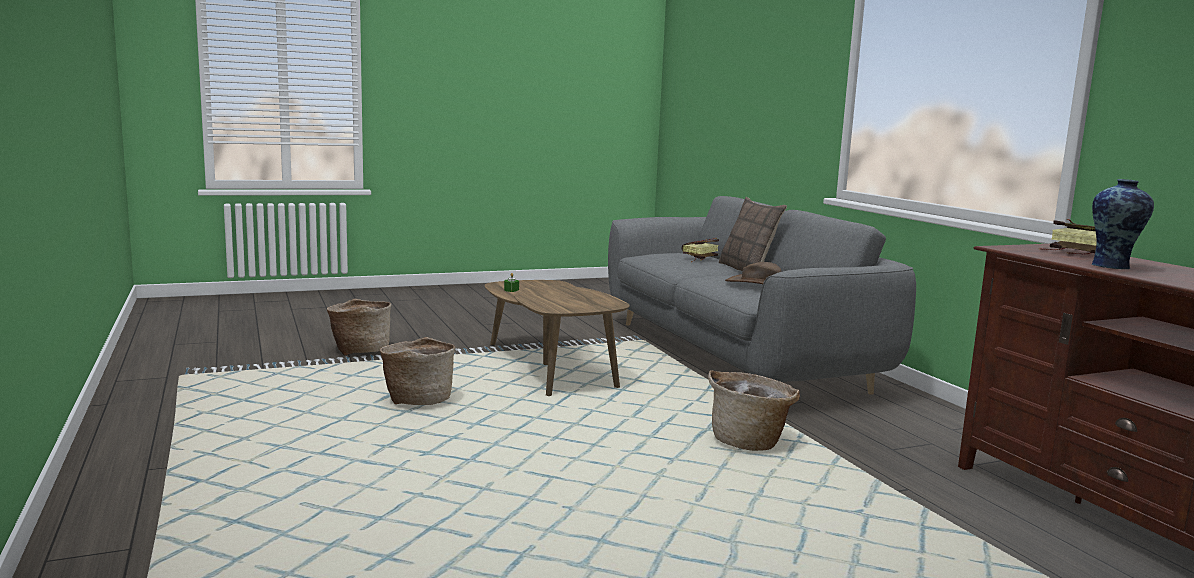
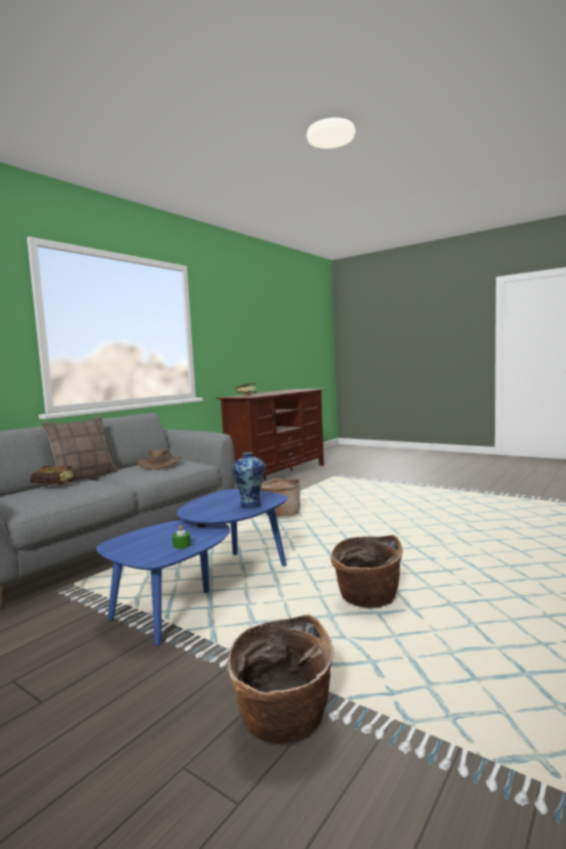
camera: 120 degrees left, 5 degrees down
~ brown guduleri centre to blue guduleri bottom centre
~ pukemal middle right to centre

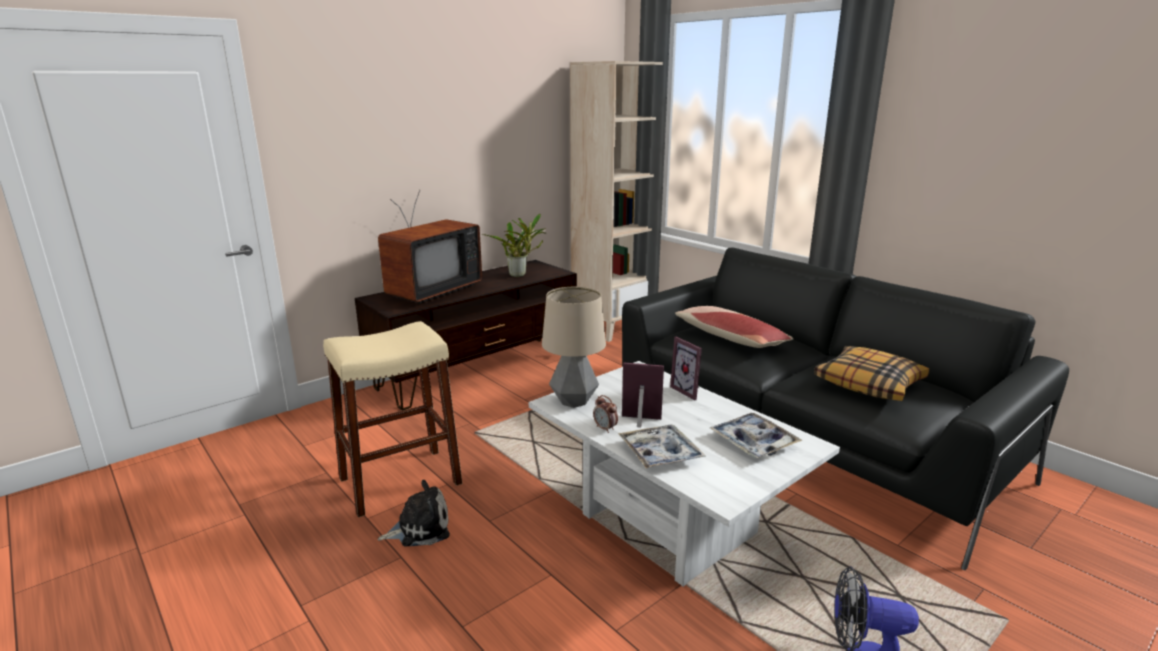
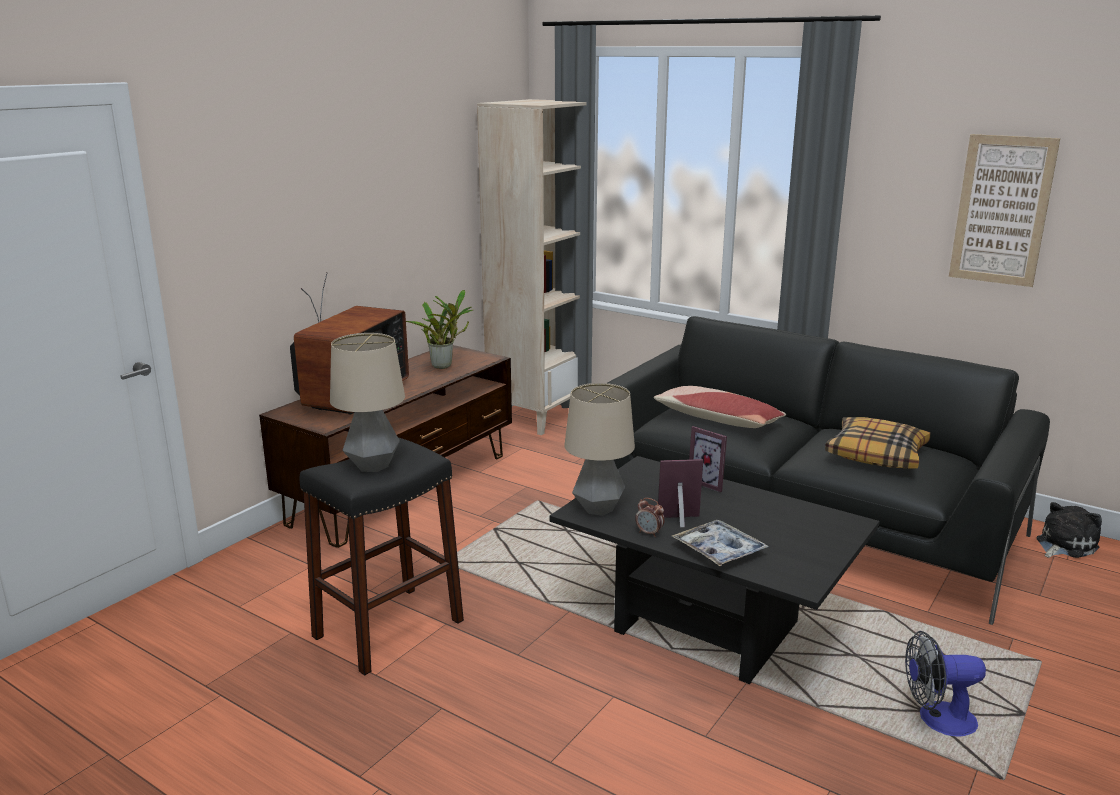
camera: 15 degrees left, 0 degrees up
~ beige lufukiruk centre to black lufukiruk bottom centre
+ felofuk (1st from left) middle left
~ white guduleri bottom centre to black guduleri bottom centre
+ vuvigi top right
~ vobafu bottom centre to bottom right
- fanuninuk (2nd from left) bottom centre

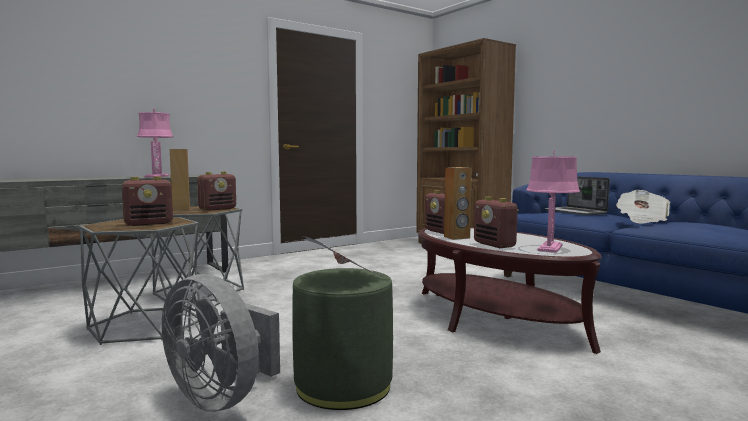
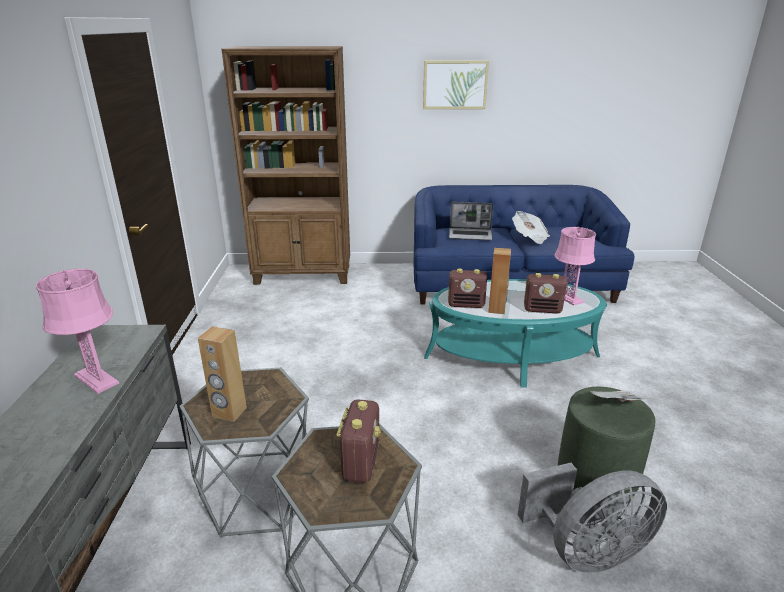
camera: 55 degrees left, 20 degrees up
+ vuvigi top centre
~ brown guduleri bottom right to turquoise guduleri centre
- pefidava (2nd from left) middle left

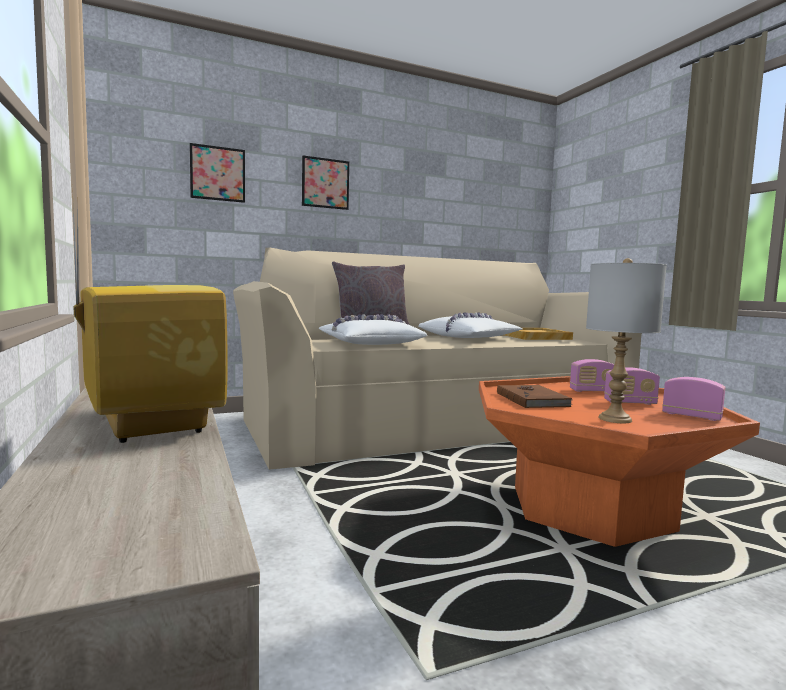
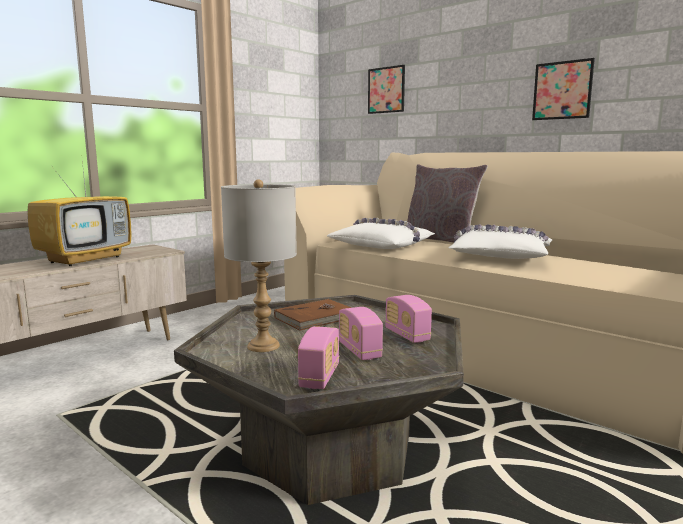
camera: 65 degrees right, 5 degrees up
~ orange guduleri bottom right to grey guduleri bottom centre
~ vuvigi (2nd from left) top centre to top right
- beige fanuninuk middle right

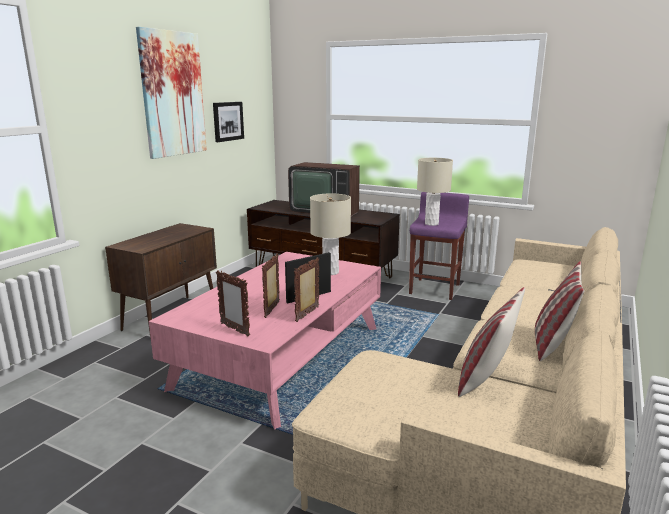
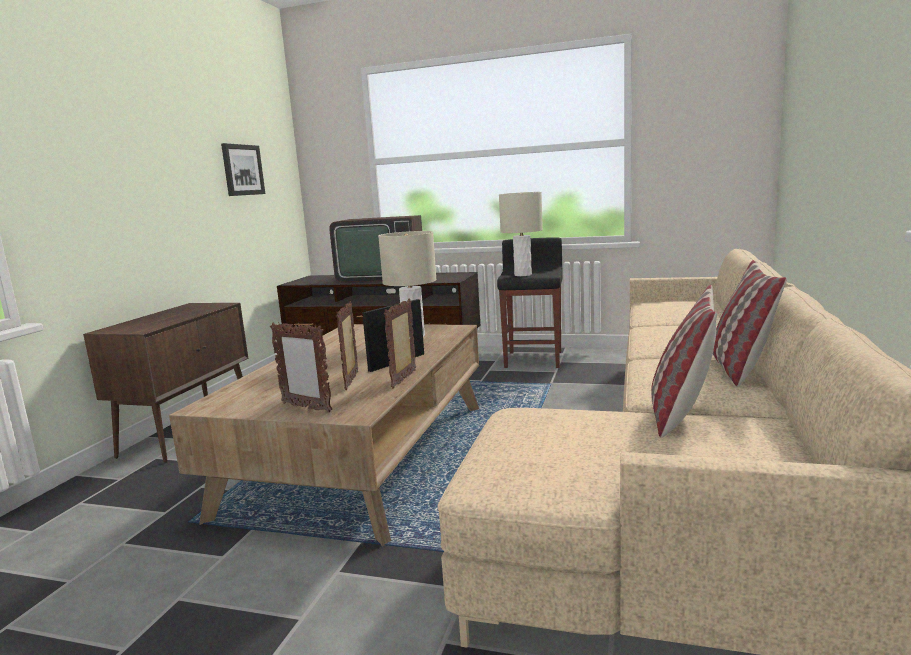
camera: 10 degrees left, 5 degrees down
~ pink guduleri centre to brown guduleri centre
~ purple lufukiruk centre to black lufukiruk centre
- vuvigi (1st from left) top left

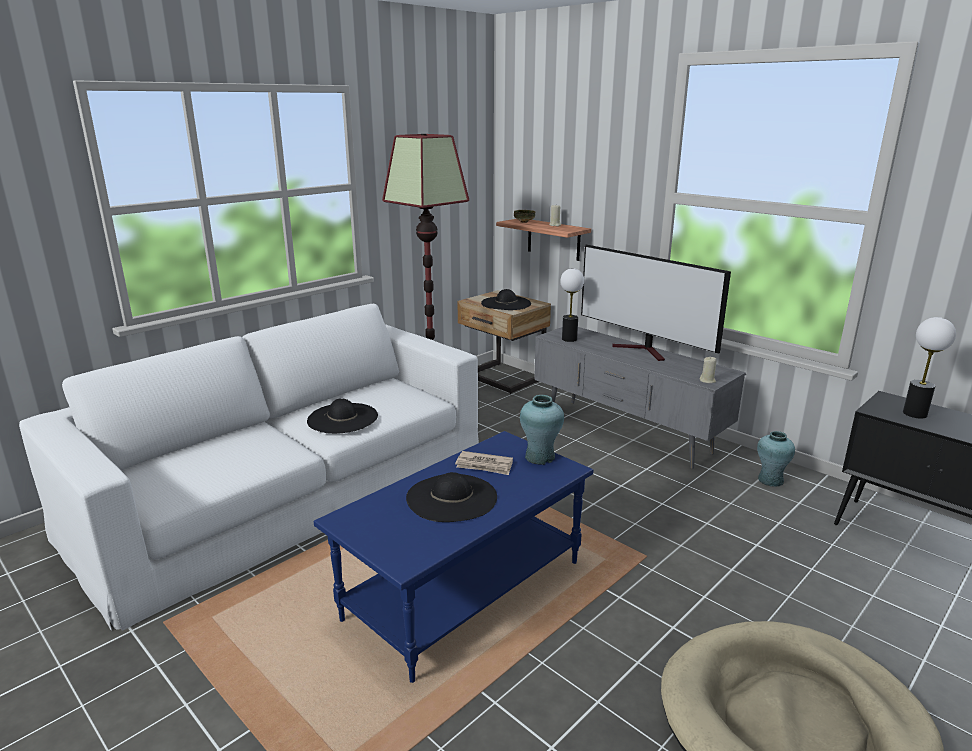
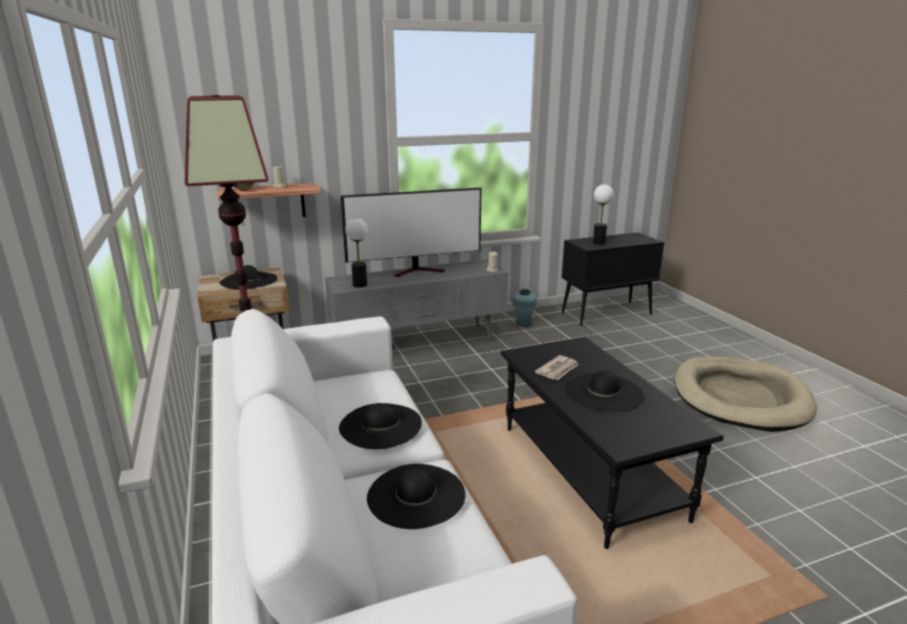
camera: 65 degrees left, 0 degrees up
+ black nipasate (3rd from left) bottom centre
~ blue guduleri bottom centre to black guduleri bottom right
- turquoise pukemal (1st from left) centre

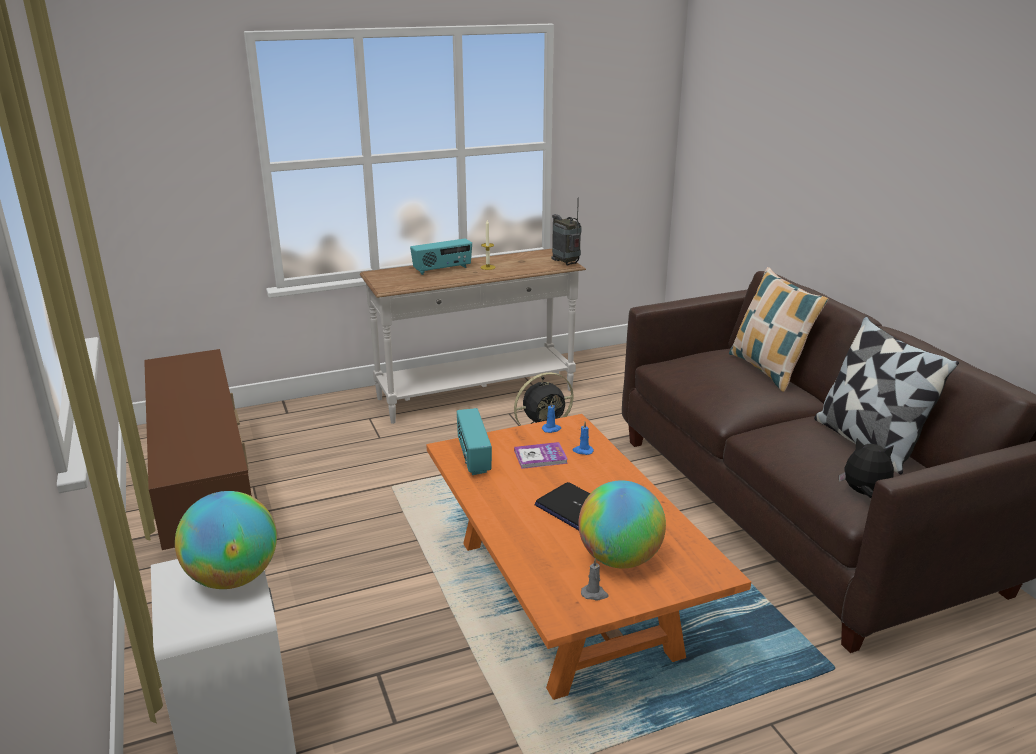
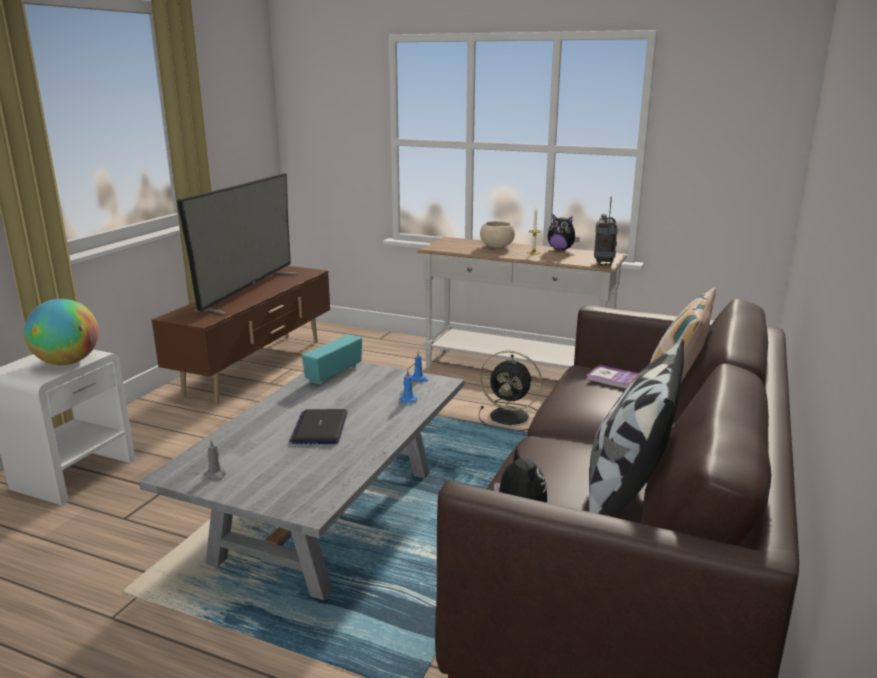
camera: 45 degrees right, 5 degrees down
~ orange guduleri bottom centre to grey guduleri bottom centre
+ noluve middle left
~ pefidava (1st from left) centre to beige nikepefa centre
+ vobafu (2nd from left) centre
~ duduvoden centre to middle right
- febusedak (2nd from left) bottom centre

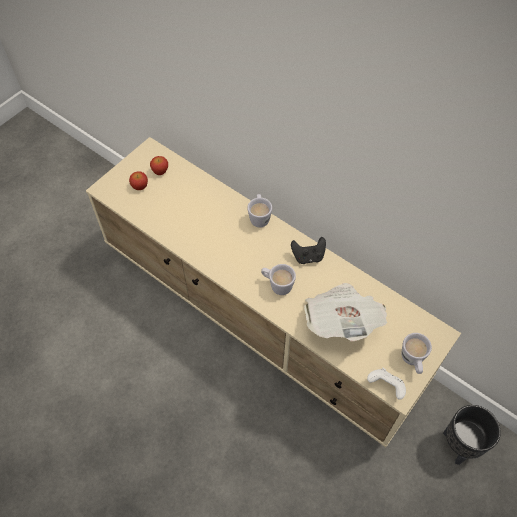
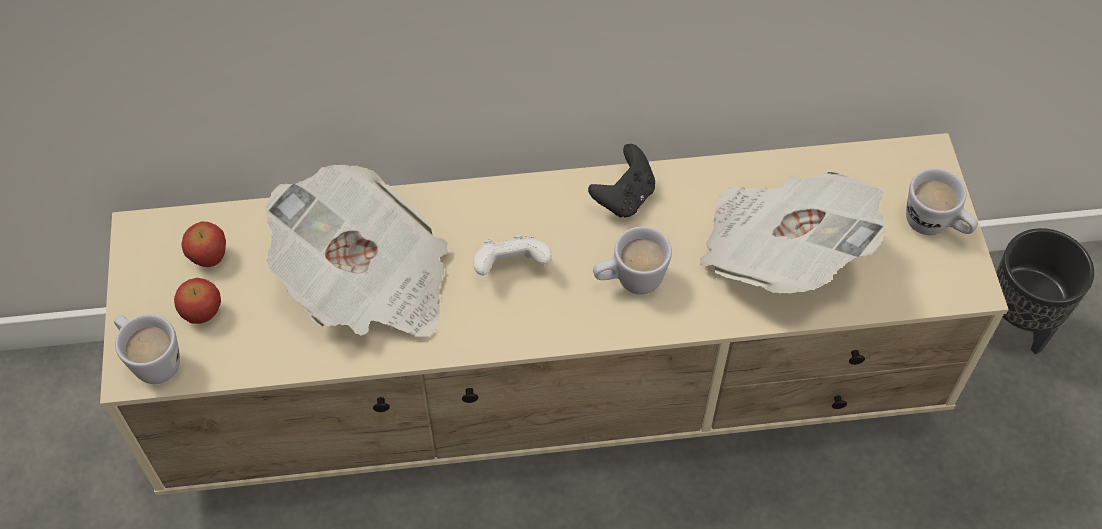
camera: 45 degrees left, 0 degrees up
~ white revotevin (1st from left) centre to middle left
+ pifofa (1st from left) middle left
~ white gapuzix bottom right to centre

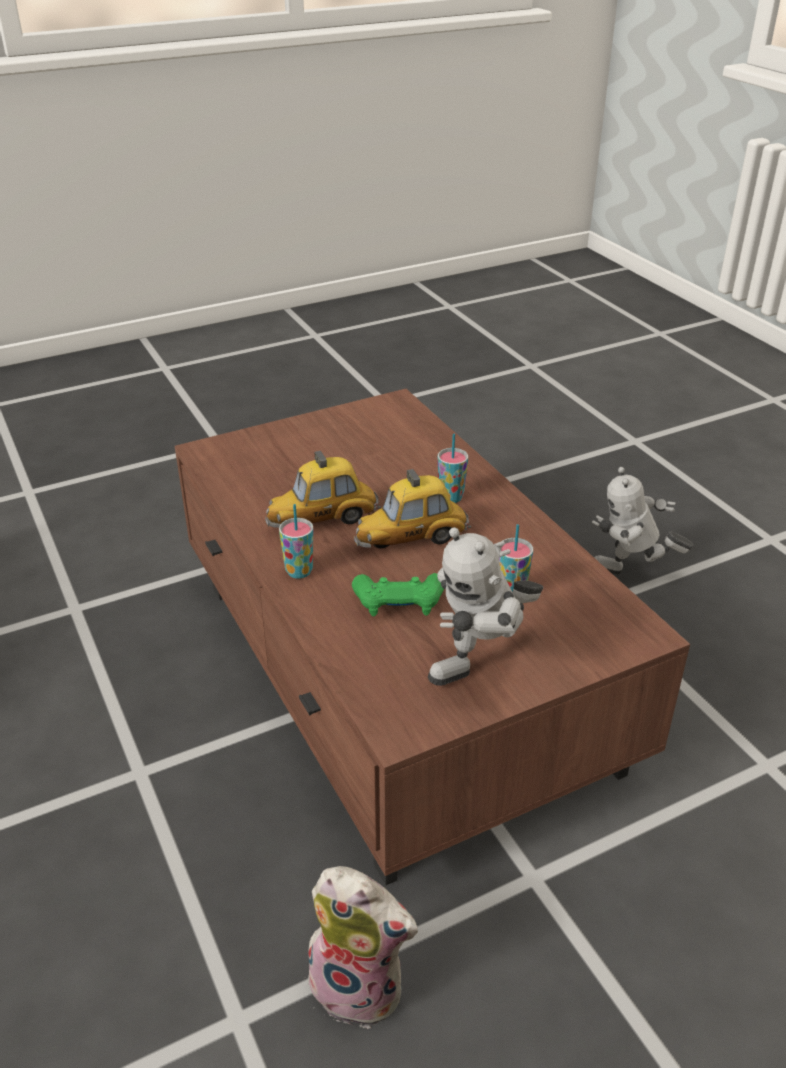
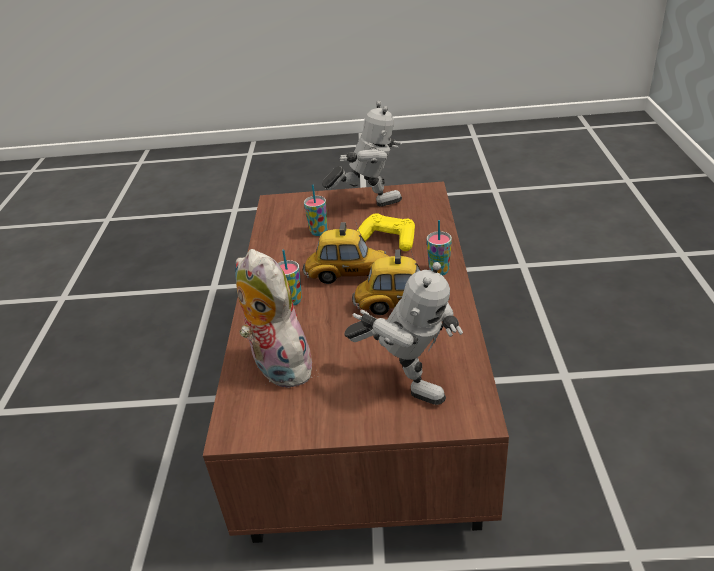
camera: 150 degrees left, 0 degrees up
~ vobafu bottom centre to centre
~ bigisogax (2nd from left) middle right to centre
~ green gapuzix centre to yellow gapuzix centre

